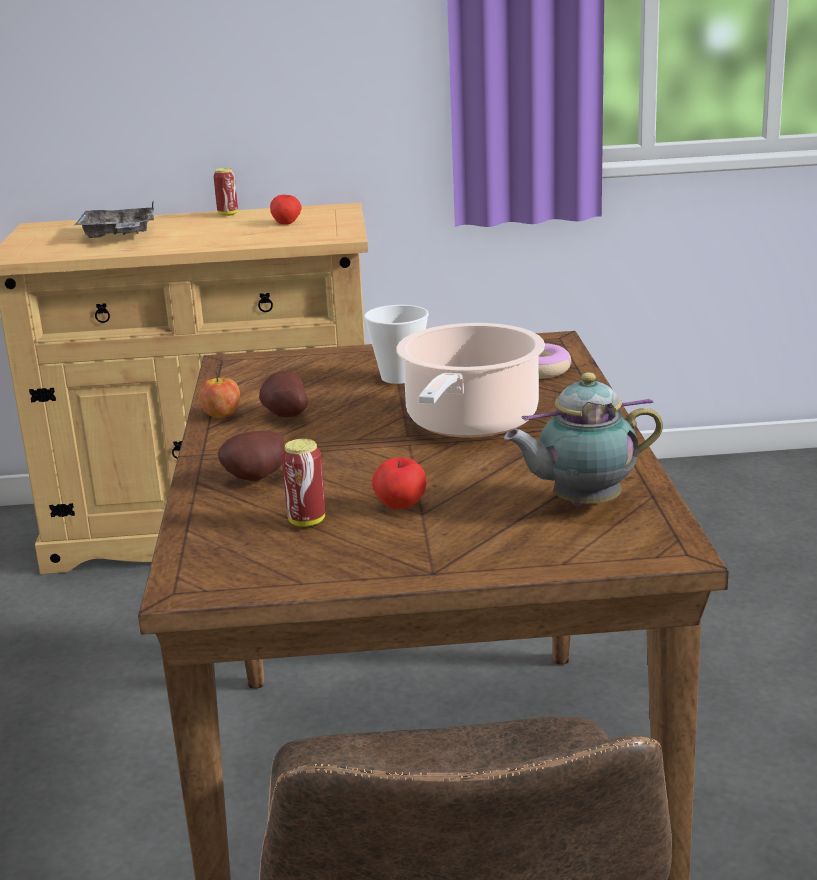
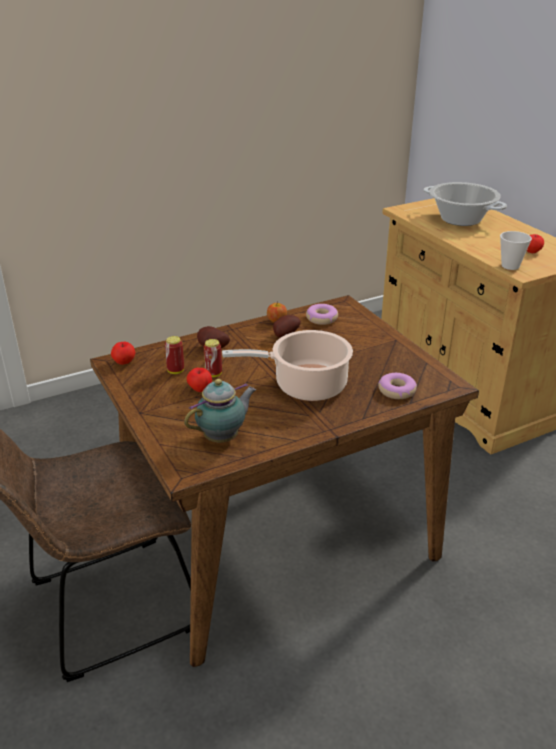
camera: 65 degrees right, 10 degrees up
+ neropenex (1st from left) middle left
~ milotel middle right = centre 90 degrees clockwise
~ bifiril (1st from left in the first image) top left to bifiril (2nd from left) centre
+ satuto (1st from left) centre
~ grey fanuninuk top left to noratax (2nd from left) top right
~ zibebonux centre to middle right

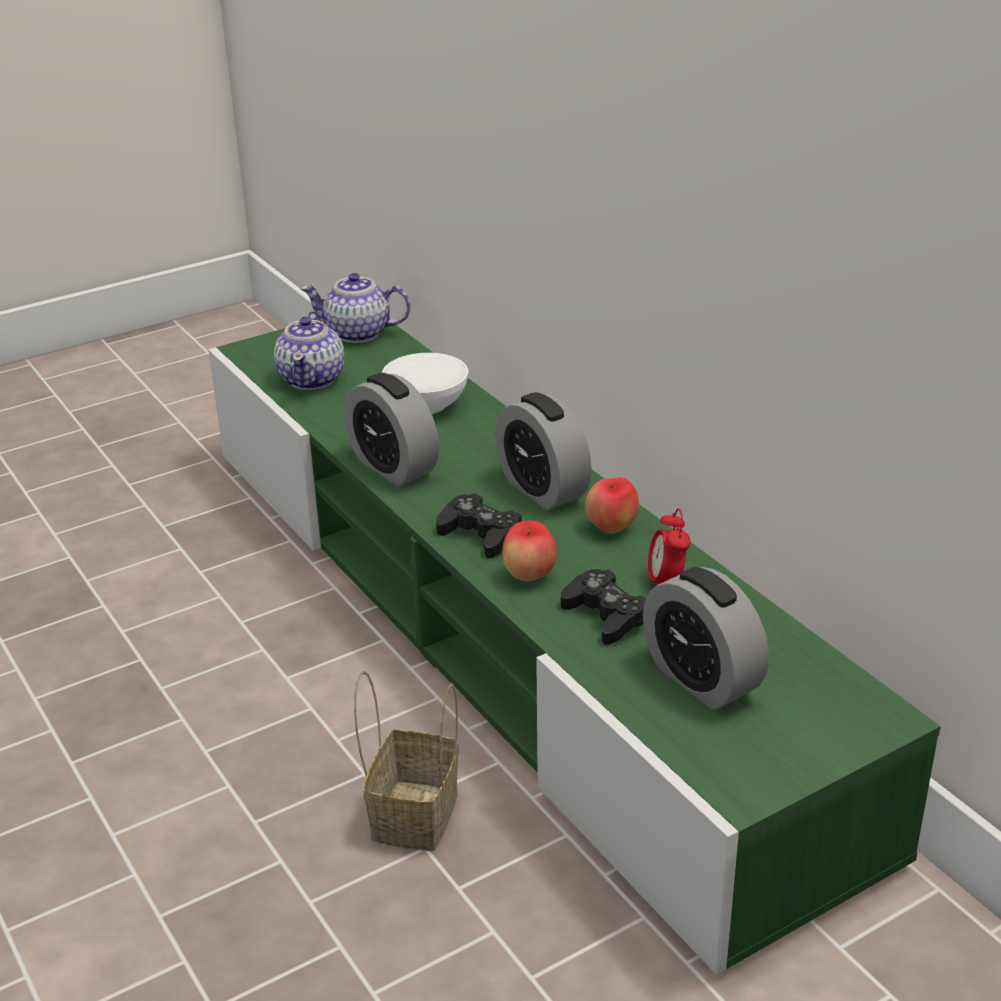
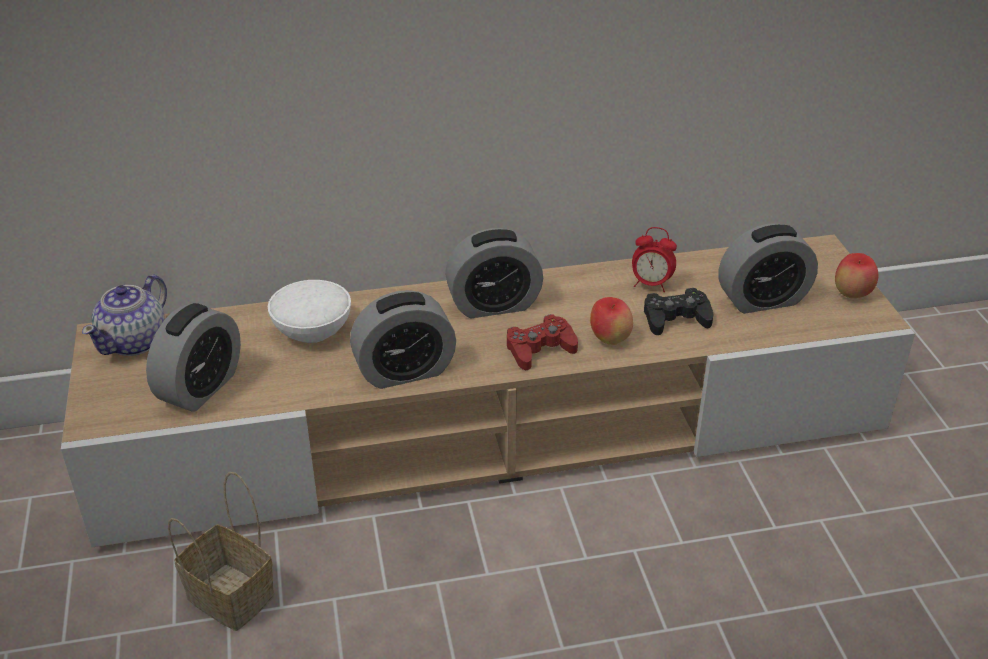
camera: 70 degrees left, 5 degrees up
~ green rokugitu centre to beige rokugitu centre
~ milotel (1st from left) middle left to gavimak (1st from left) middle left
~ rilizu bottom centre to bottom left
~ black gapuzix (1st from left) centre to red gapuzix centre
~ neropenex (2nd from left) centre to middle right

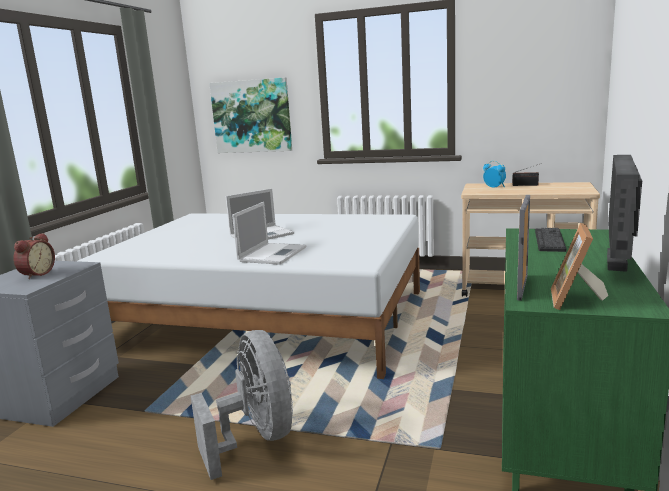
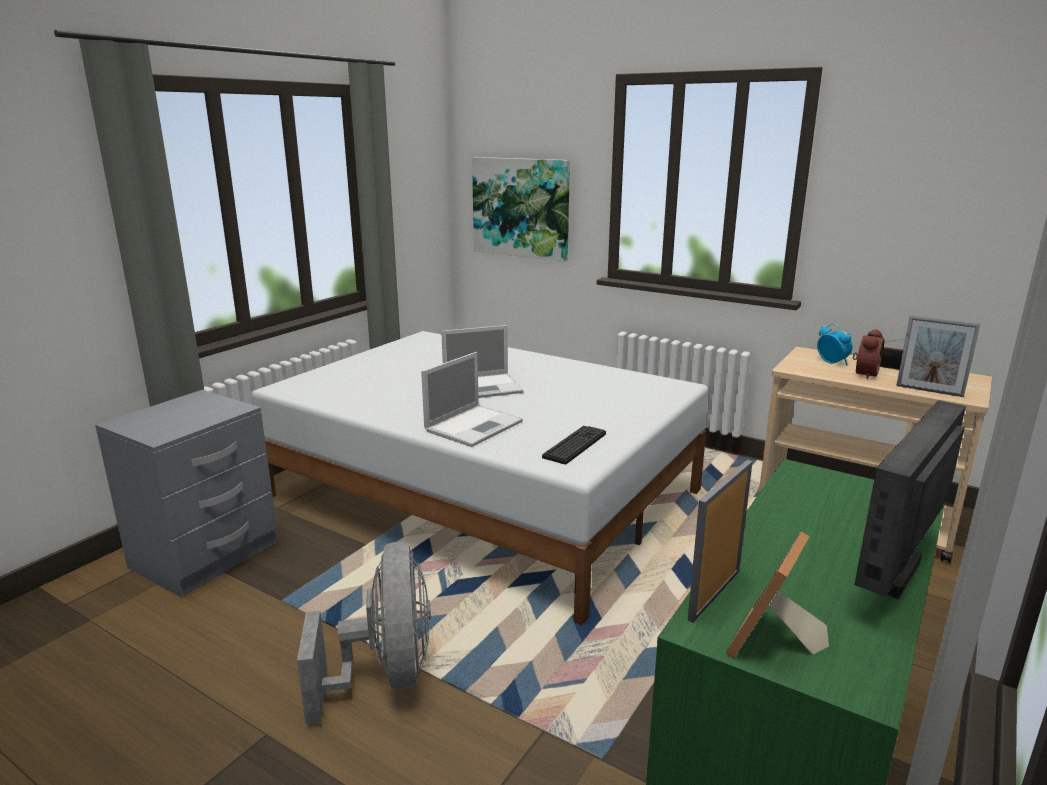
camera: 15 degrees right, 5 degrees up
~ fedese middle right to centre
~ gavimak (1st from left in the first image) middle left to gavimak (2nd from left) middle right
+ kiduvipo (3rd from left) middle right

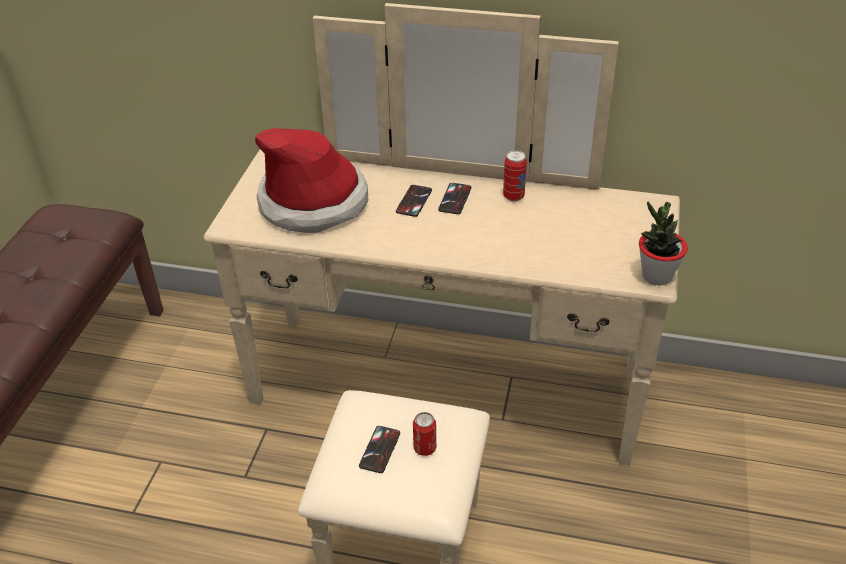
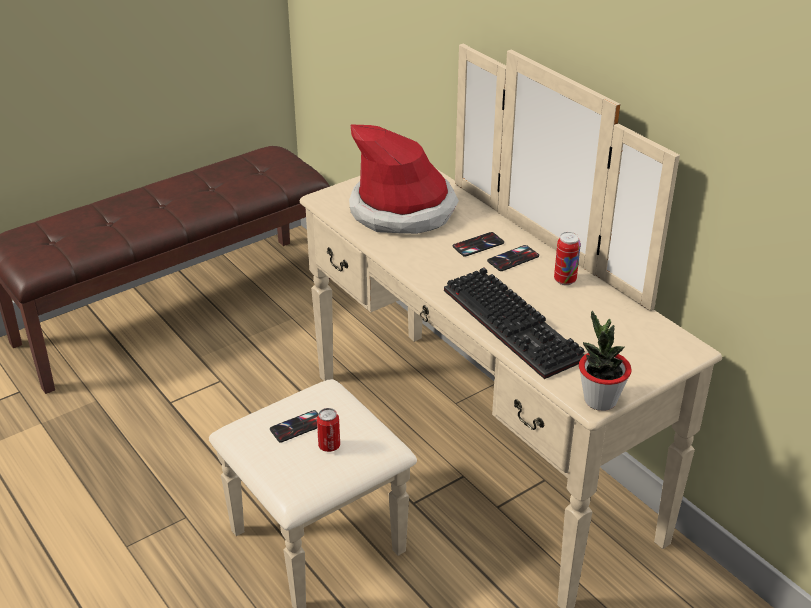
camera: 40 degrees right, 5 degrees down
+ fedese centre

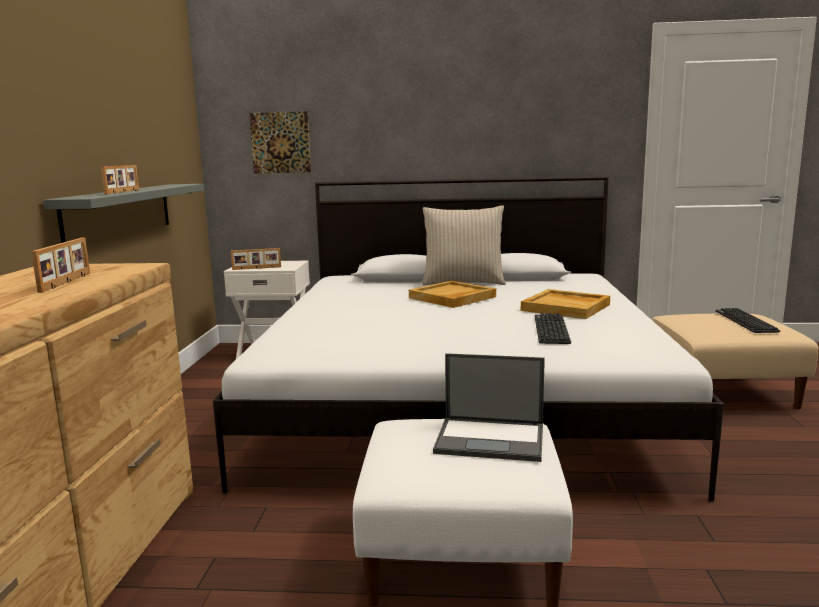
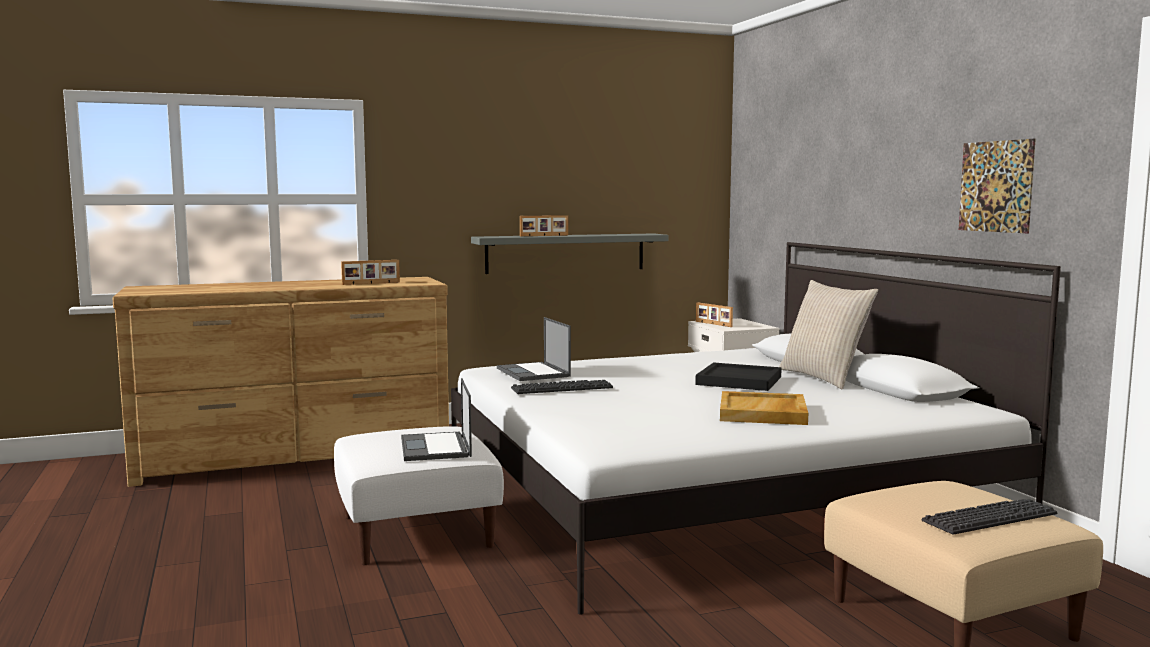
camera: 65 degrees right, 5 degrees down
+ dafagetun (2nd from left) centre
~ fedese (1st from left) middle right to centre
~ beige fanuninuk (1st from left) centre to black fanuninuk centre
~ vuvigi top centre to top right

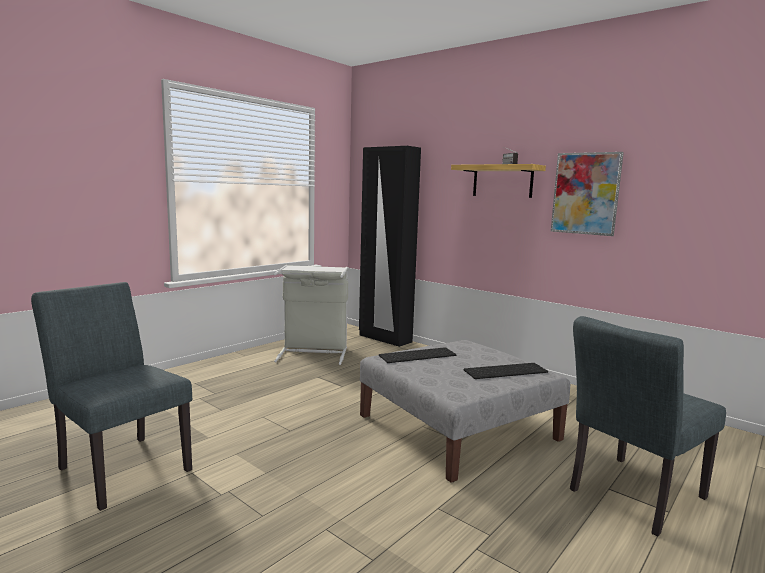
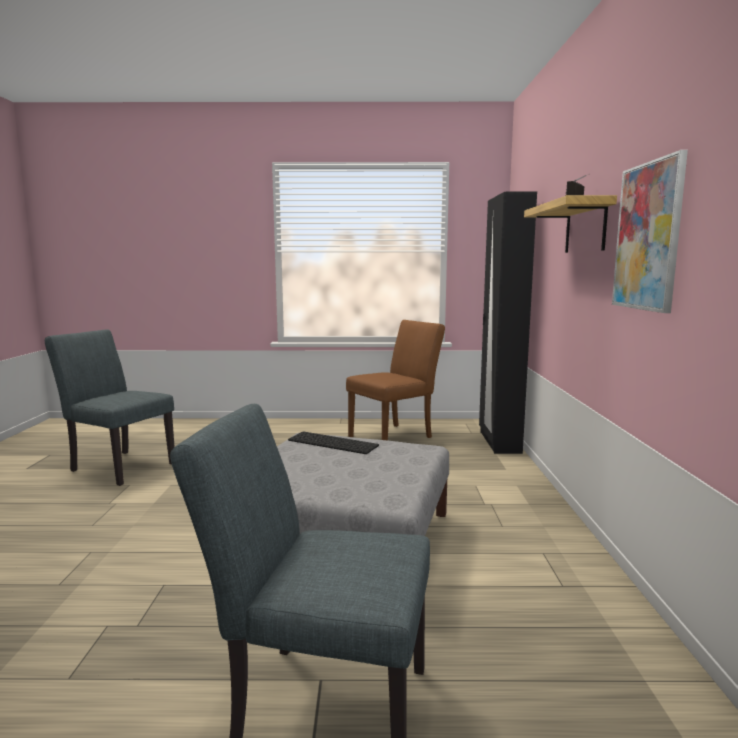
camera: 50 degrees right, 0 degrees up
~ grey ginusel (1st from left) bottom left = middle left 60 degrees counterclockwise
~ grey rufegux centre to brown ginusel centre
- fedese (2nd from left) centre

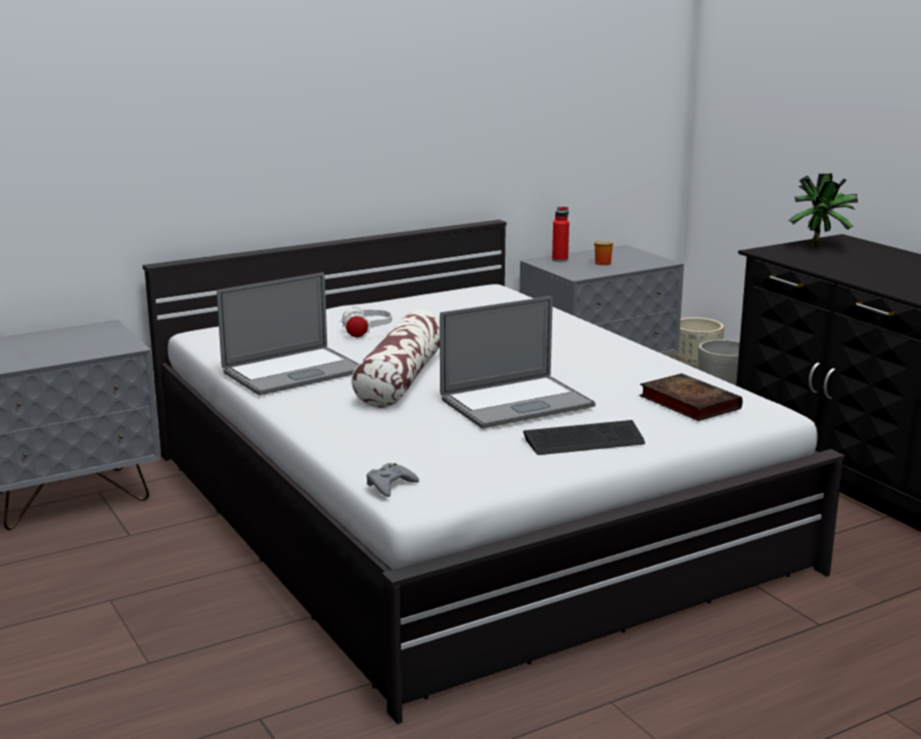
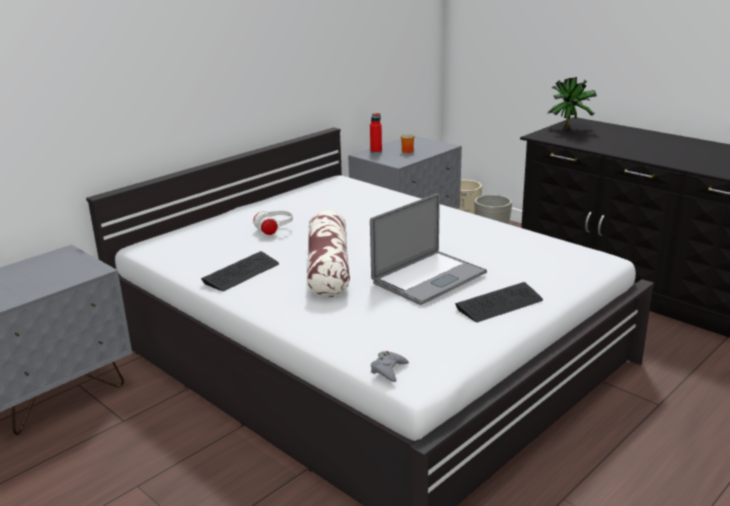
camera: 15 degrees left, 5 degrees up
~ dafagetun (1st from left) middle left to fedese (1st from left) middle left
- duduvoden middle right

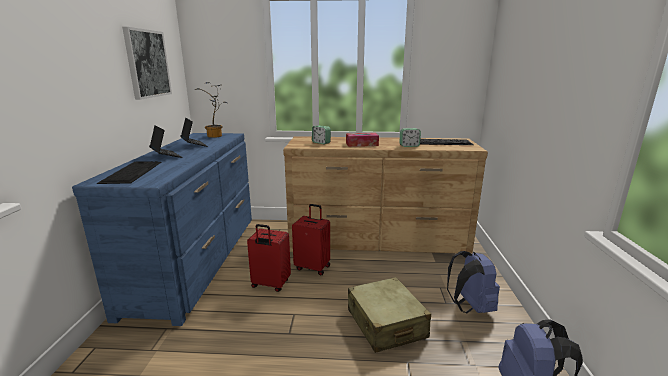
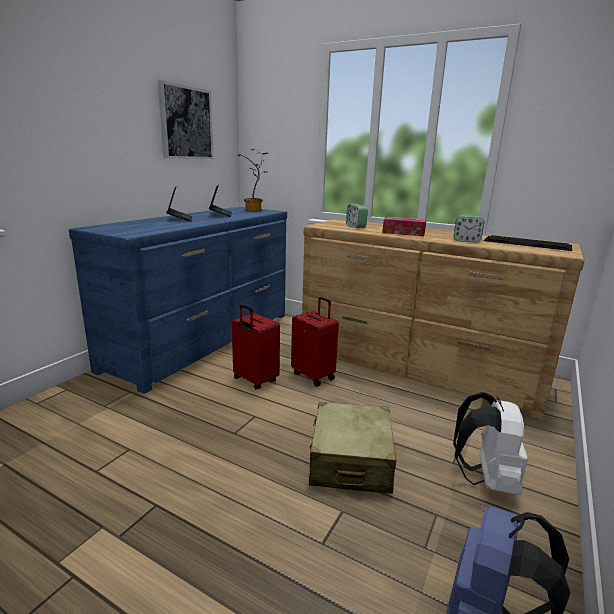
camera: 25 degrees right, 0 degrees up
~ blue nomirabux (1st from left) bottom right to white nomirabux bottom right
- fedese (1st from left) middle left

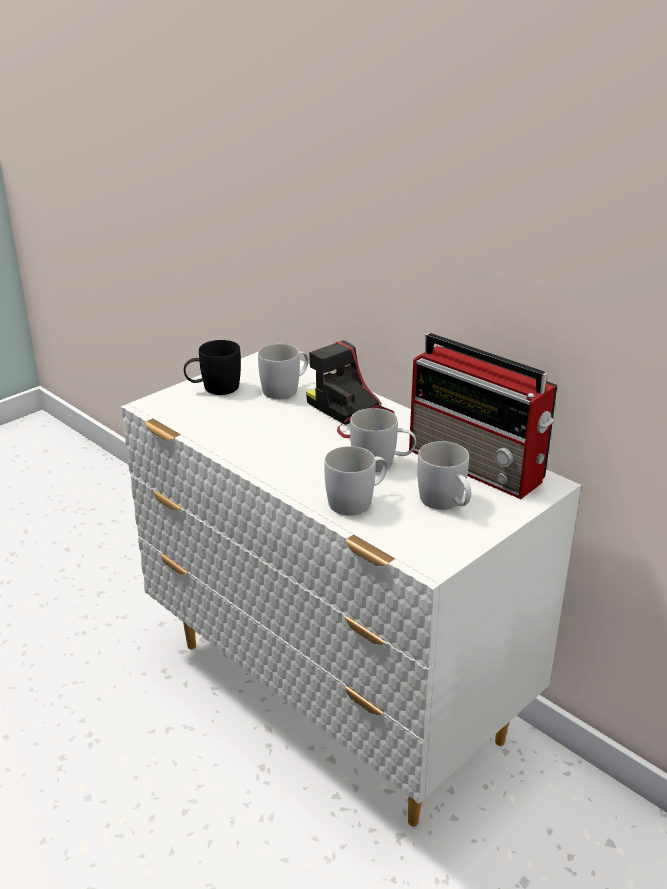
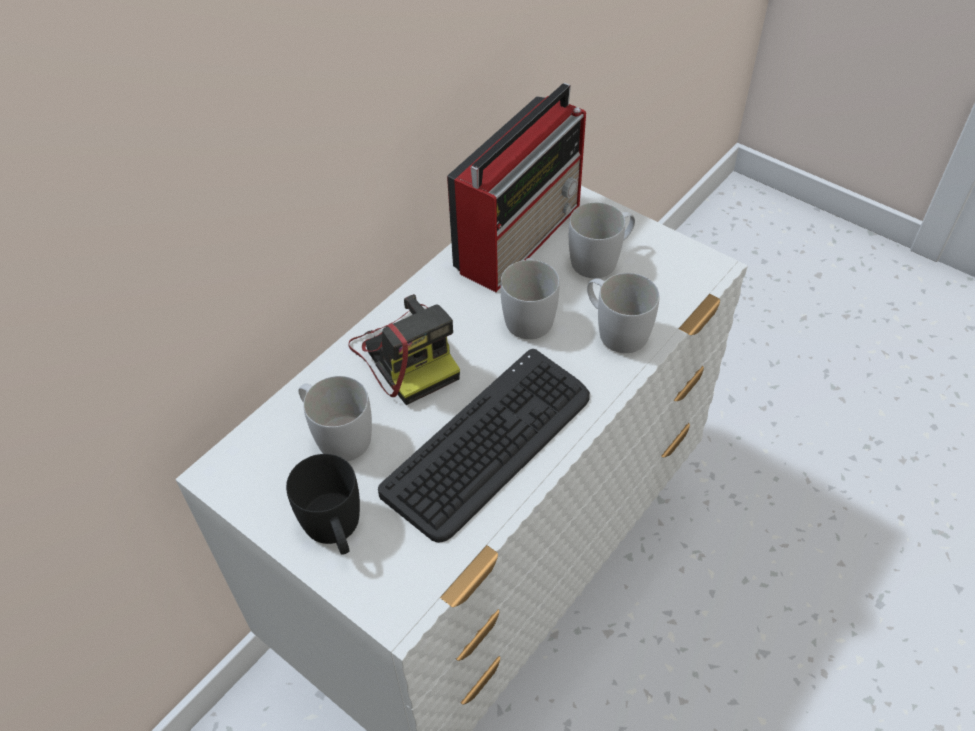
camera: 95 degrees left, 20 degrees up
~ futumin centre = centre 75 degrees counterclockwise
+ fedese centre

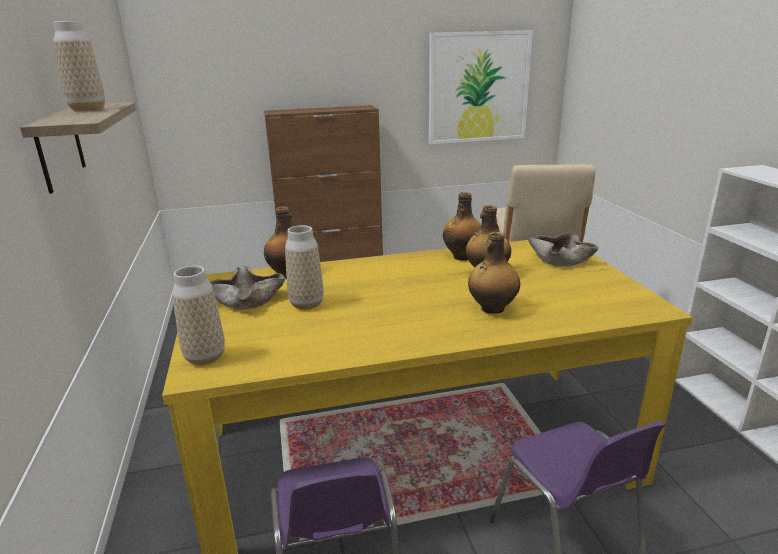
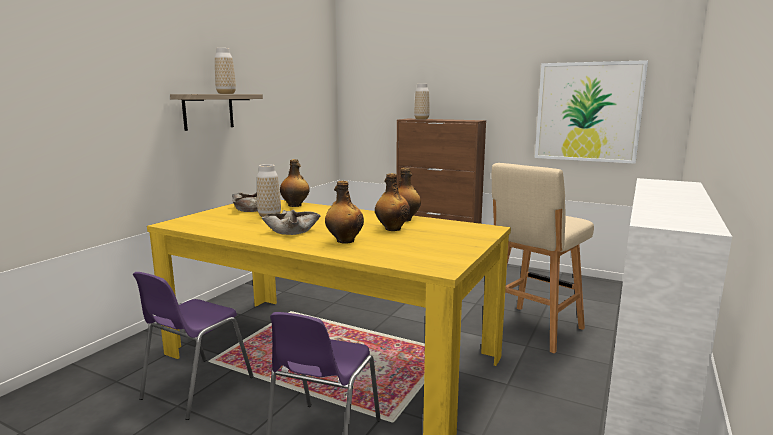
camera: 40 degrees right, 10 degrees down
~ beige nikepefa (2nd from left) middle right to centre
~ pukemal (2nd from left in the first image) middle left to pukemal (3rd from left) top centre

